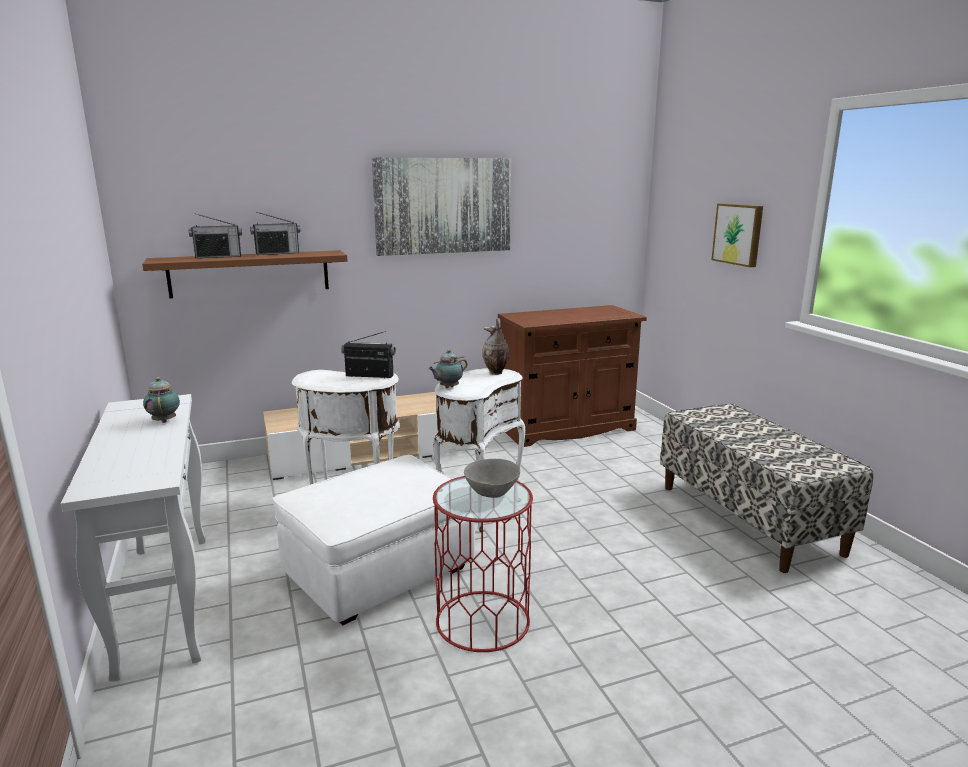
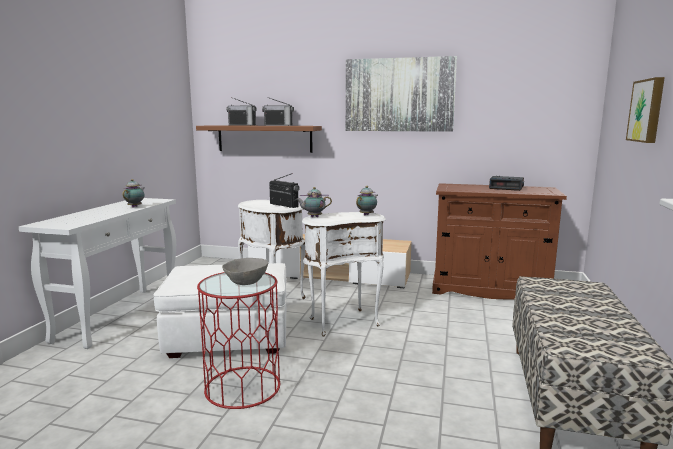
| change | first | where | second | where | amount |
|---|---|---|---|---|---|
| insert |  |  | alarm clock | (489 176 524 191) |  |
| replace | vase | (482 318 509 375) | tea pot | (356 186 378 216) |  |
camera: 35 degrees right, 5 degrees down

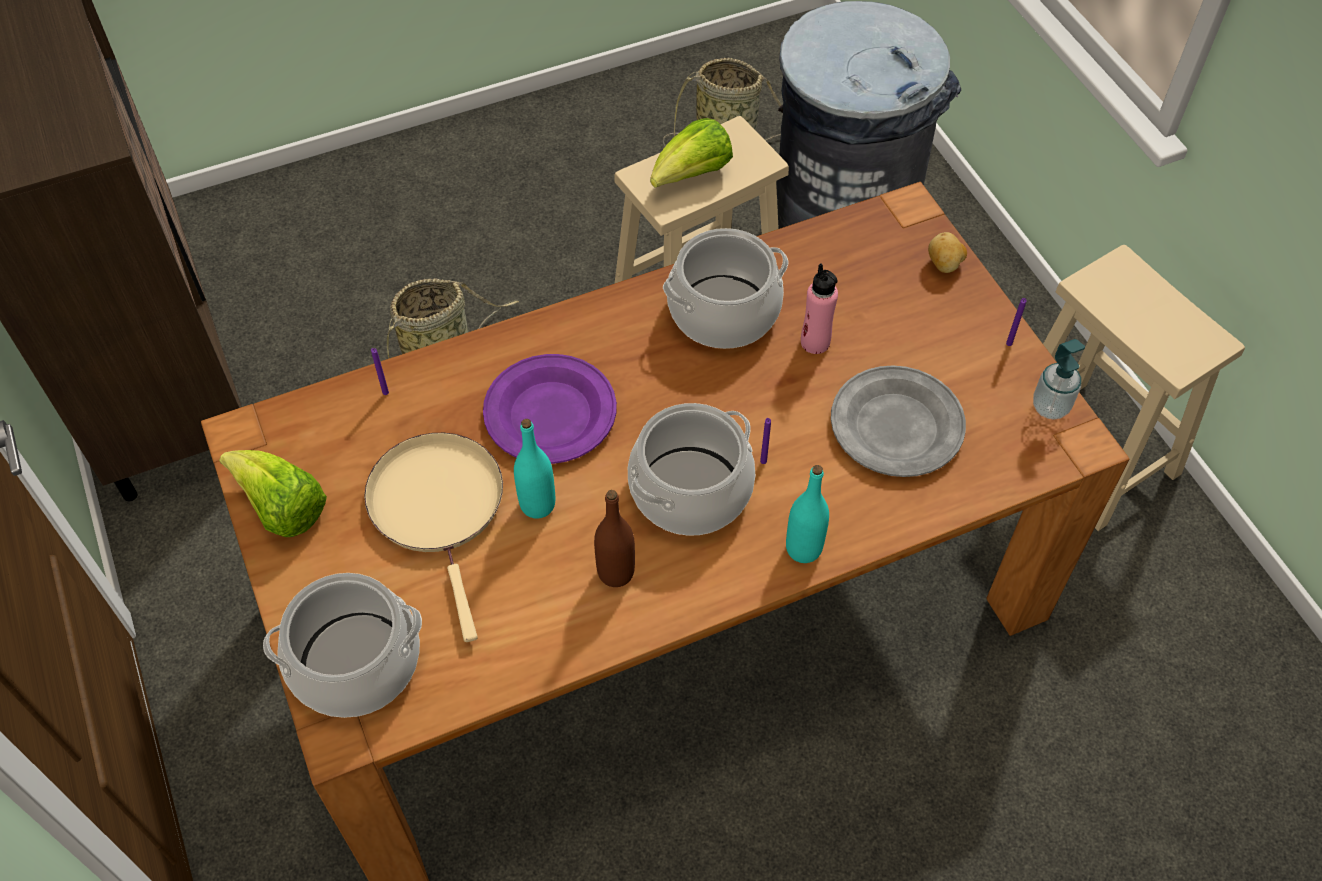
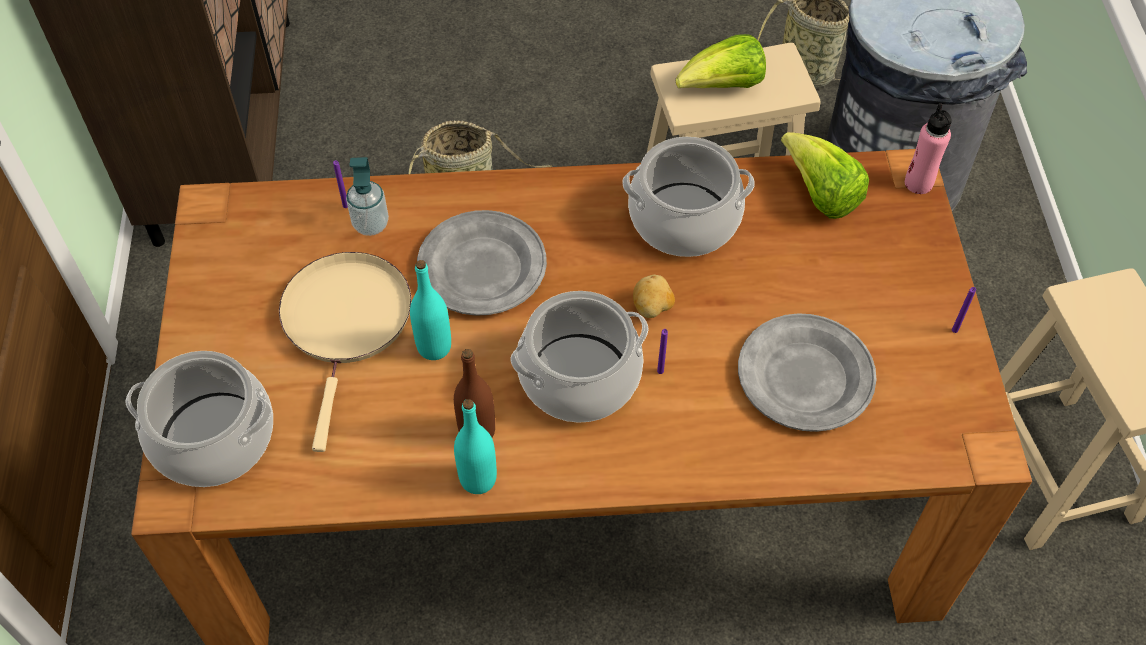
| change | first | where | second | where | amount |
|---|---|---|---|---|---|
| move | lettuce | (219 450 327 537) |  | (781 132 869 219) |  |
| move | blue-green beverage bottle | (786 465 829 563) |  | (454 399 497 494) |  |
| move | pinkish beverage bottle | (801 264 838 354) |  | (905 103 952 194) |  |
| move | spud | (928 232 967 273) |  | (633 275 675 318) |  |
| move | liquid soap bottle | (1033 339 1085 420) |  | (346 157 389 236) |  |
| recolor | purplish plate | (483 354 617 464) | grey plate | (417 210 547 316) |  |
camera: 20 degrees right, 0 degrees up

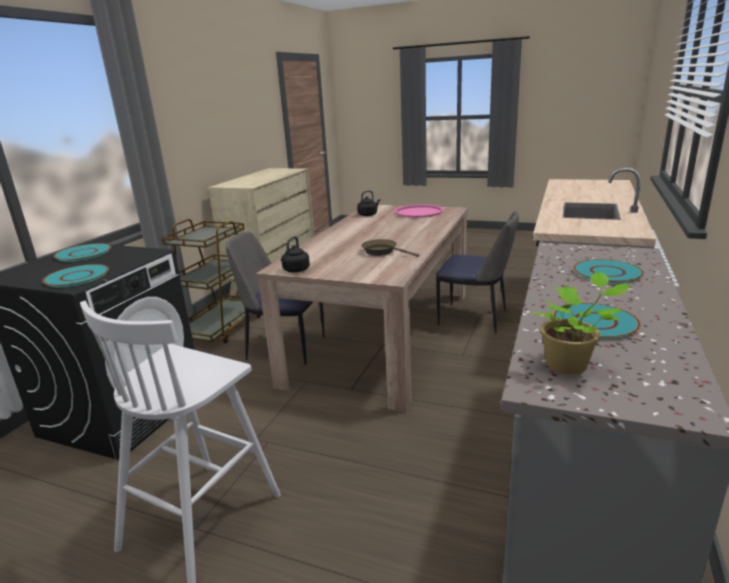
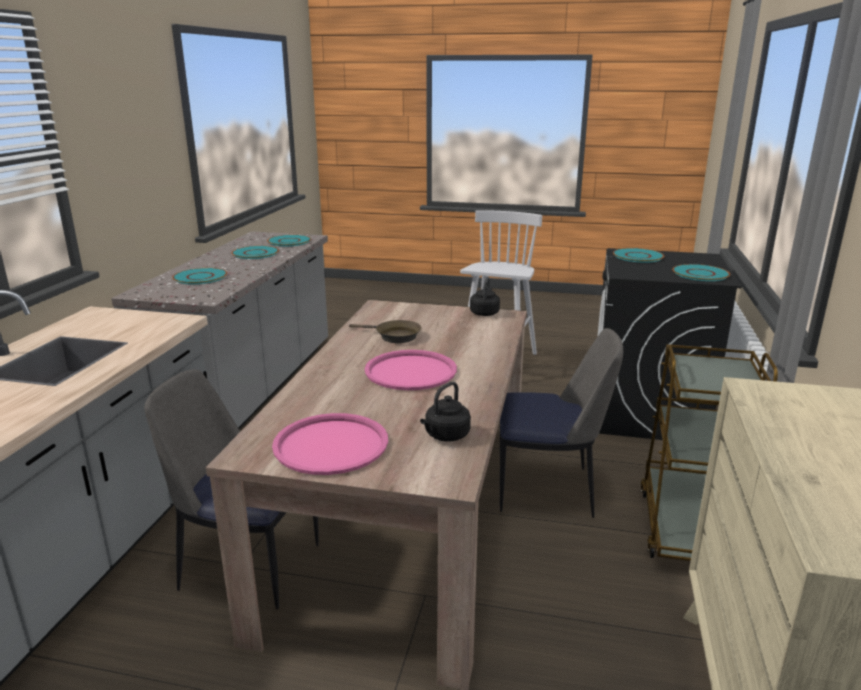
| change | first | where | second | where | amount |
|---|---|---|---|---|---|
| insert |  |  | pinkish serving tray | (365 350 457 390) |  |
| replace | potted plant | (532 271 632 375) | blue-green plate | (267 235 311 246) |  |
camera: 170 degrees right, 0 degrees up

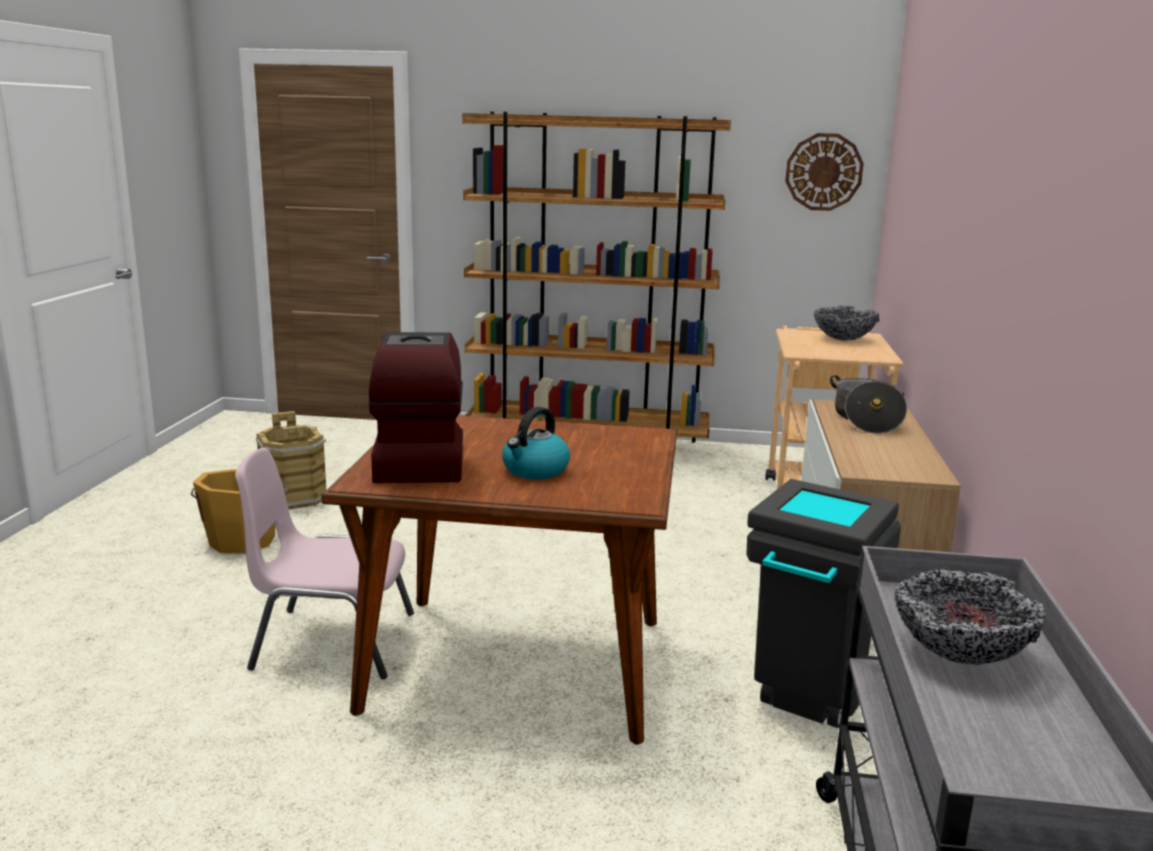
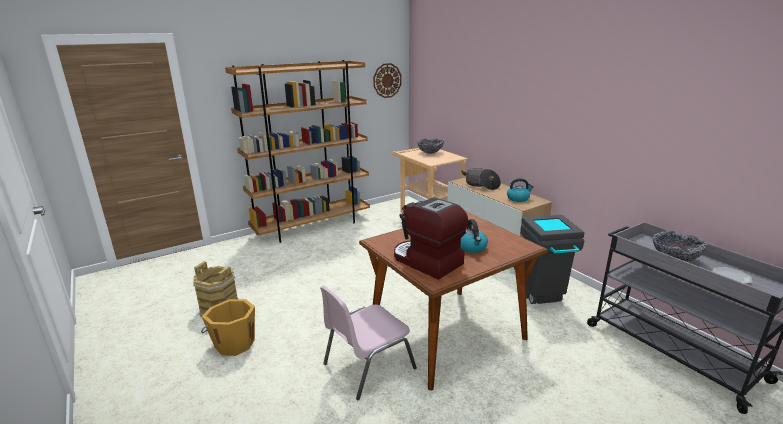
| change | first | where | second | where | amount |
|---|---|---|---|---|---|
| insert |  |  | water kettle | (507 178 534 202) |  |
| insert |  |  | plate | (713 267 752 284) |  |
camera: 40 degrees left, 5 degrees up

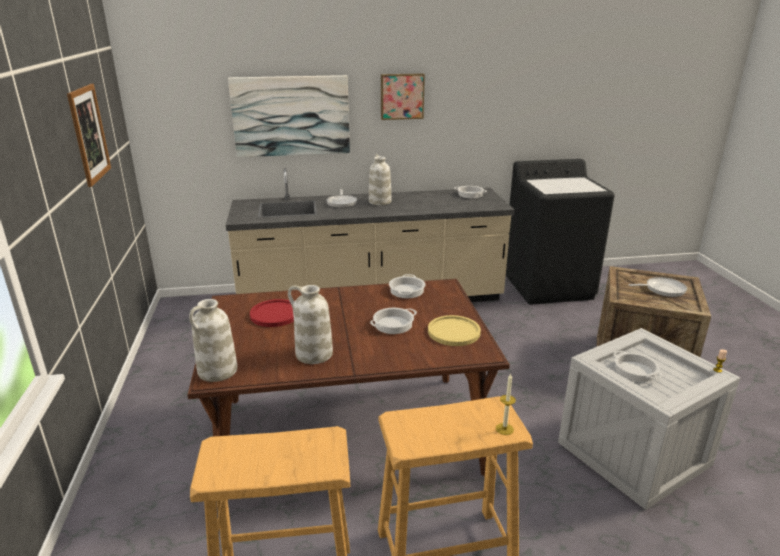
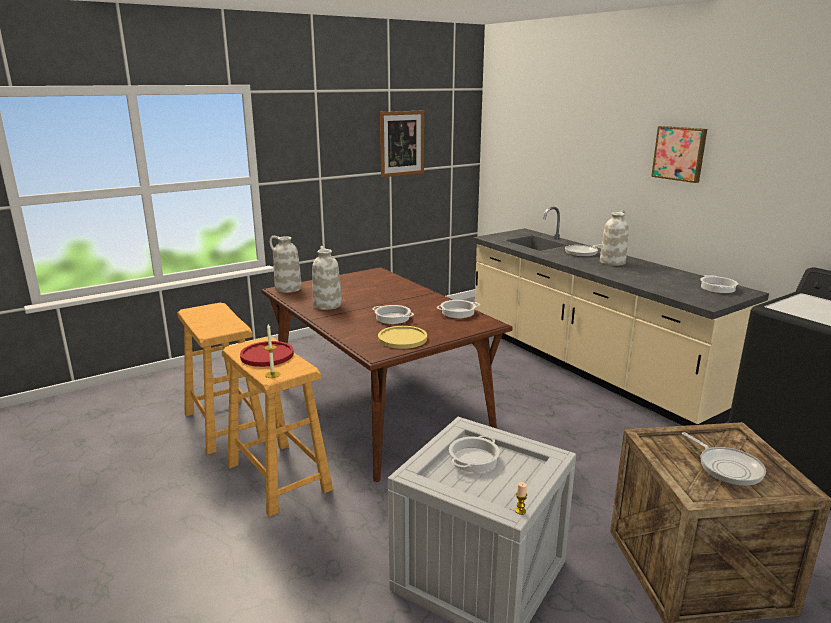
| change | first | where | second | where | amount |
|---|---|---|---|---|---|
| delete | wall art | (228 75 350 157) |  |  |  |
| move | reddish plate | (250 299 294 327) |  | (240 341 294 367) |  |
camera: 65 degrees right, 5 degrees down

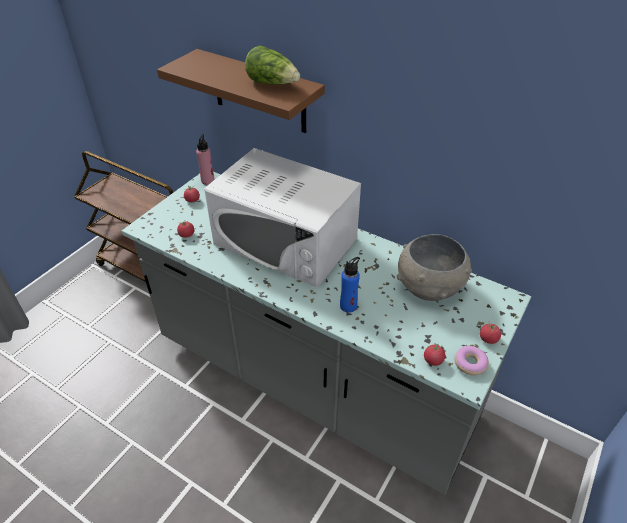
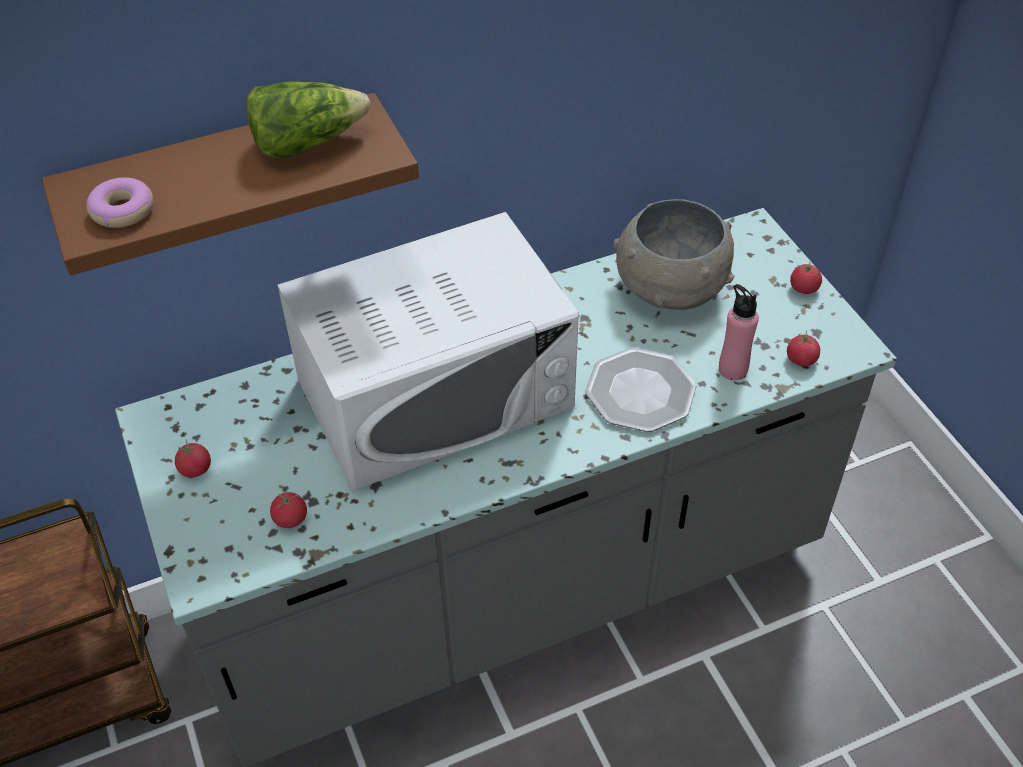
| change | first | where | second | where | amount |
|---|---|---|---|---|---|
| move | pinkish beverage bottle | (196 134 215 185) |  | (719 284 759 380) |  |
| move | ring doughnut | (455 346 489 376) |  | (87 177 153 228) |  |
| replace | bluish beverage bottle | (340 257 360 313) | plate | (585 348 696 432) |  |
camera: 55 degrees left, 5 degrees up

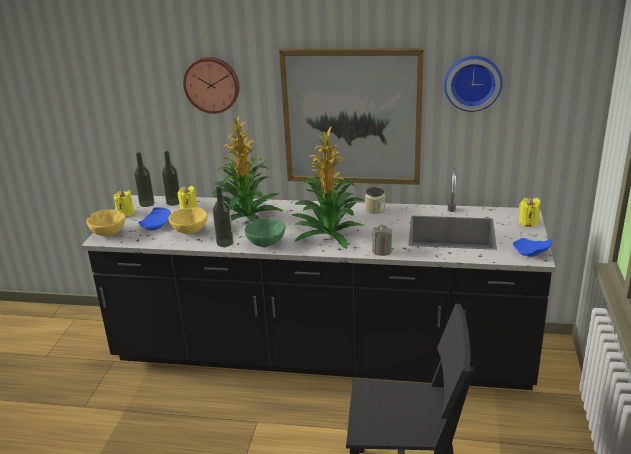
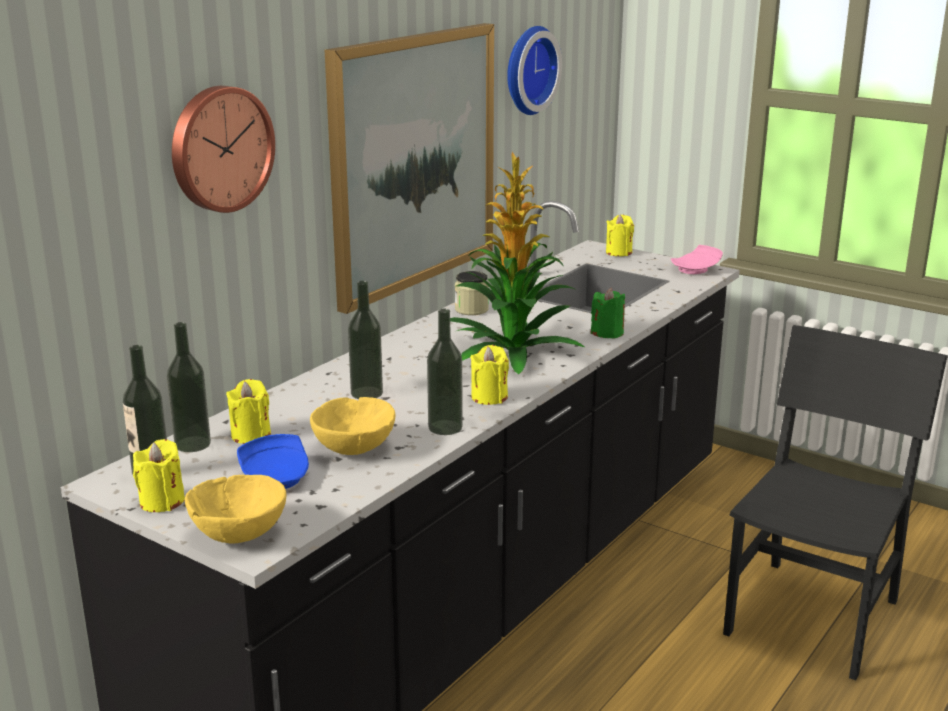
| change | first | where | second | where | amount |
|---|---|---|---|---|---|
| replace | potted plant | (212 115 283 222) | beverage bottle | (348 281 383 399) |  |
| replace | green deep dish | (244 219 285 247) | yellowish candle | (470 345 509 405) |  |
| recolor | grey candle | (372 225 392 256) | green candle | (591 288 625 339) |  |
| recolor | bluish plate | (513 238 552 257) | pinkish plate | (671 245 723 274) |  |
camera: 65 degrees left, 5 degrees down

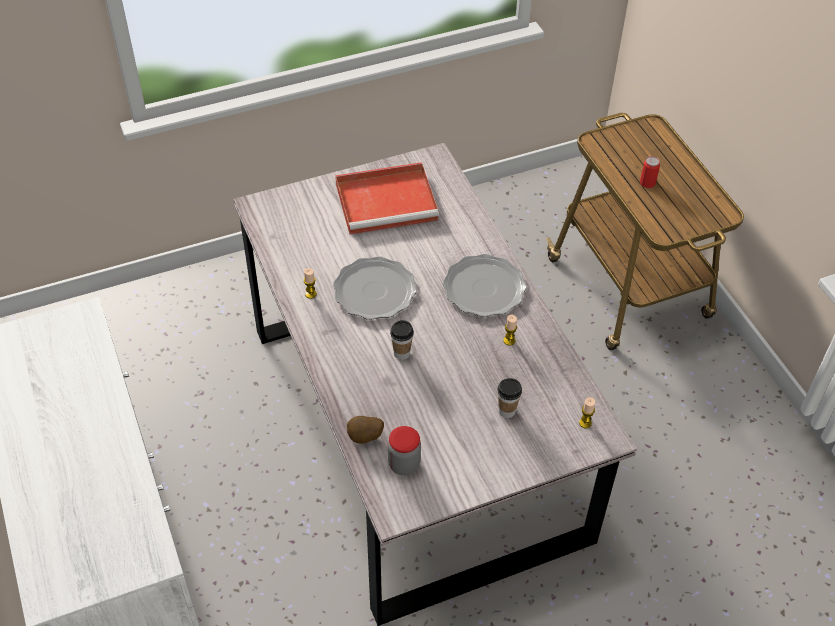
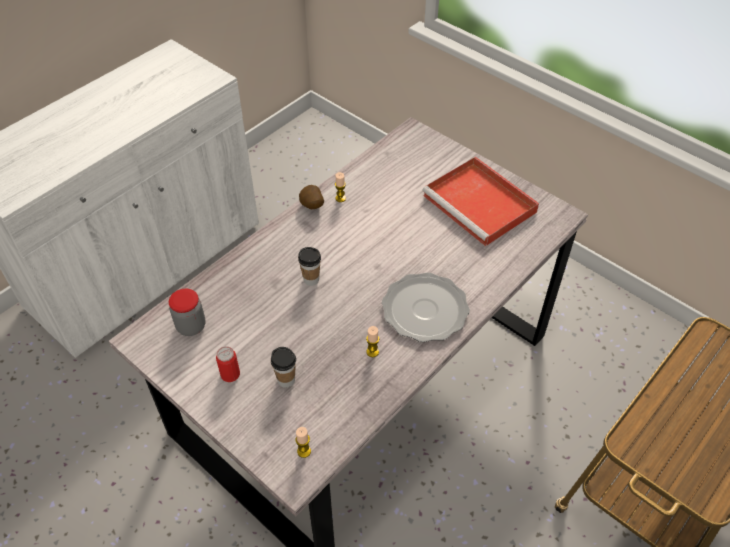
| change | first | where | second | where | amount |
|---|---|---|---|---|---|
| delete | plate | (333 256 417 320) |  |  |  |
| move | spud | (347 416 384 444) |  | (299 185 324 209) |  |
| move | can | (640 156 660 188) |  | (216 346 240 382) |  |
camera: 65 degrees right, 0 degrees up

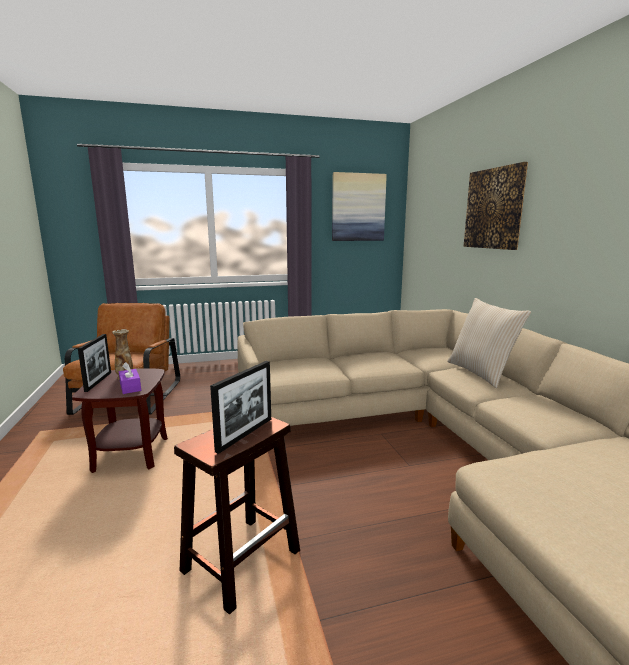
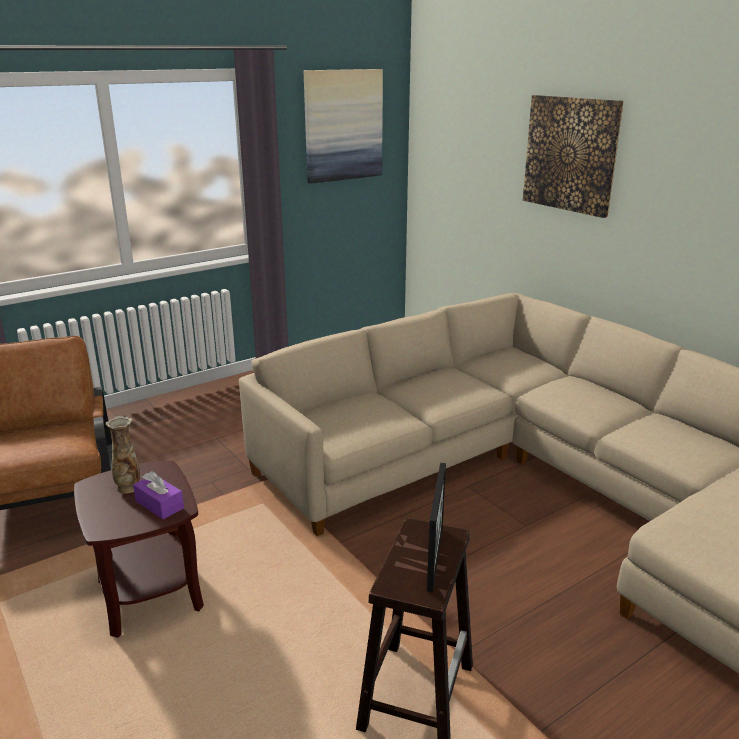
| change | first | where | second | where | amount |
|---|---|---|---|---|---|
| delete | picture frame | (78 334 111 392) |  |  |  |
| delete | beige cushion | (447 298 531 388) |  |  |  |
camera: 20 degrees left, 10 degrees up

